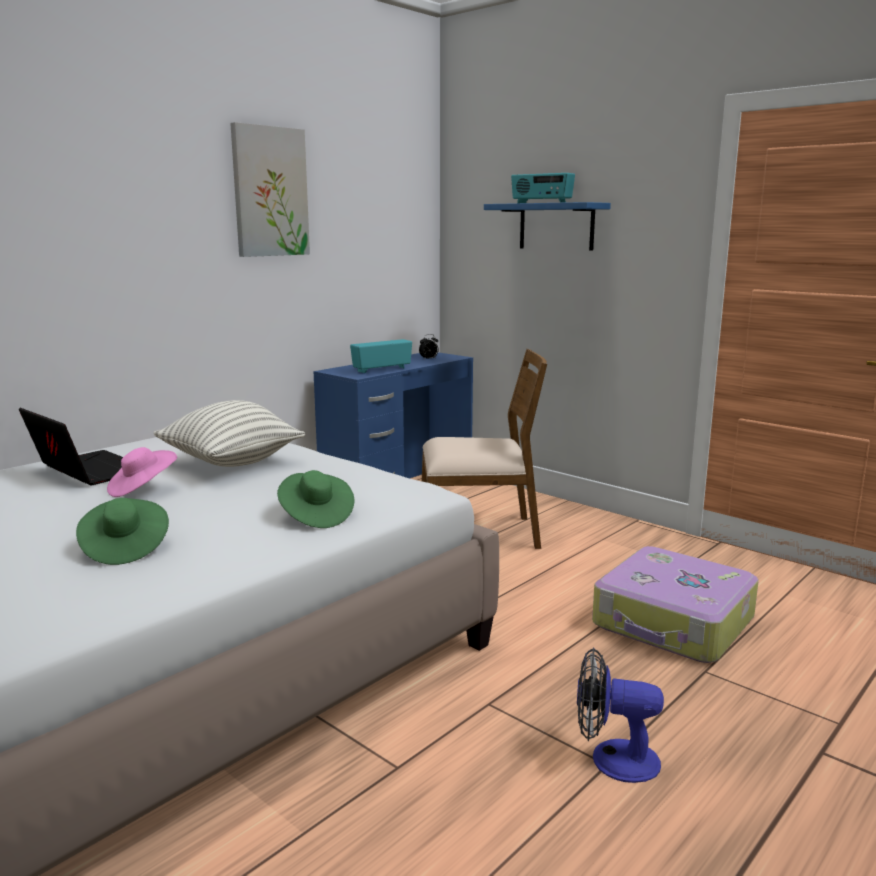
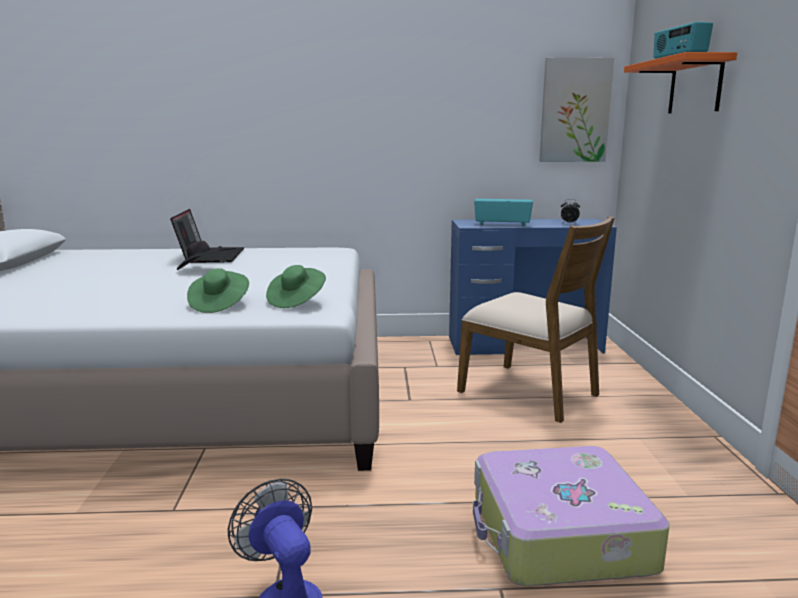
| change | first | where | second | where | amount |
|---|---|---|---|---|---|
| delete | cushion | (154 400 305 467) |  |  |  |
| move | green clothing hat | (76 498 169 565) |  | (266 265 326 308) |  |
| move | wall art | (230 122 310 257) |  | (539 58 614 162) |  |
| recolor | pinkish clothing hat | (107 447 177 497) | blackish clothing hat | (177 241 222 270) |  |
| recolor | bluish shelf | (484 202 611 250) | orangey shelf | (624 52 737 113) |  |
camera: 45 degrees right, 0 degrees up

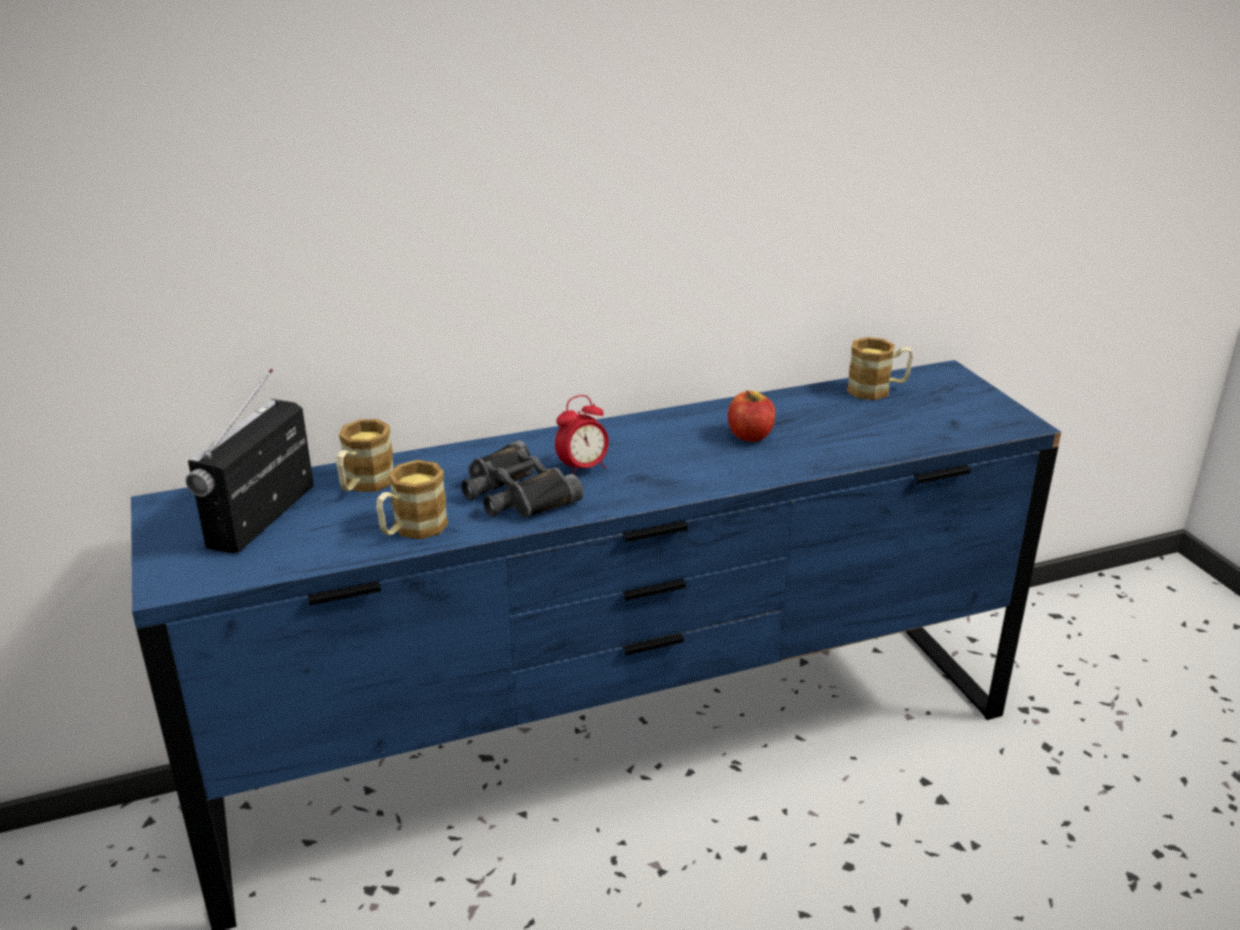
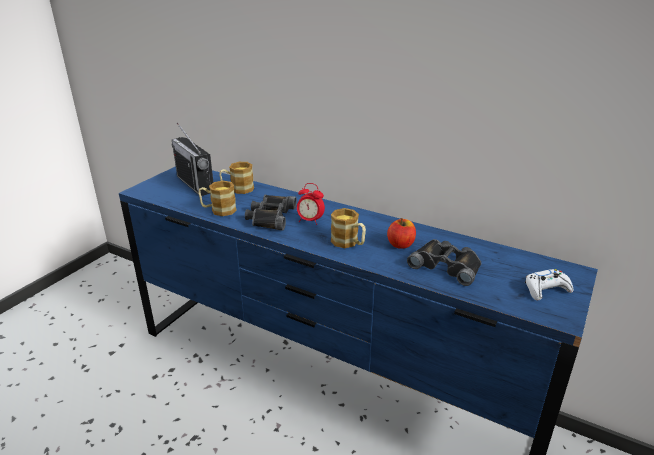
| change | first | where | second | where | amount |
|---|---|---|---|---|---|
| insert |  |  | blackish pair of binoculars | (407 239 481 286) |  |
| insert |  |  | whitish gamepad | (525 269 573 300) |  |
| move | tea mug | (847 337 913 400) |  | (331 208 366 248) |  |
| rotate | radio set | (186 369 314 553) |  | (172 123 214 196) | 105 degrees counterclockwise |
camera: 50 degrees right, 0 degrees up

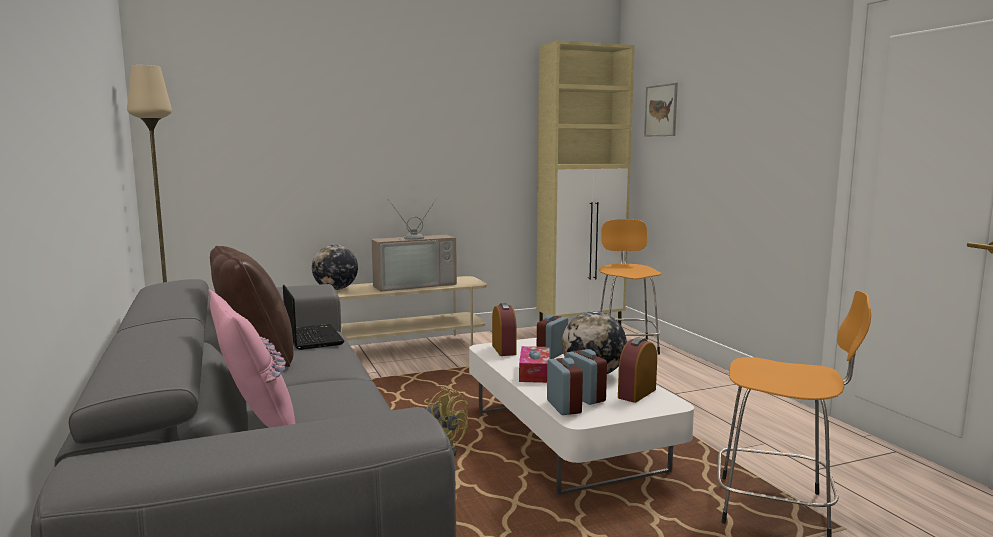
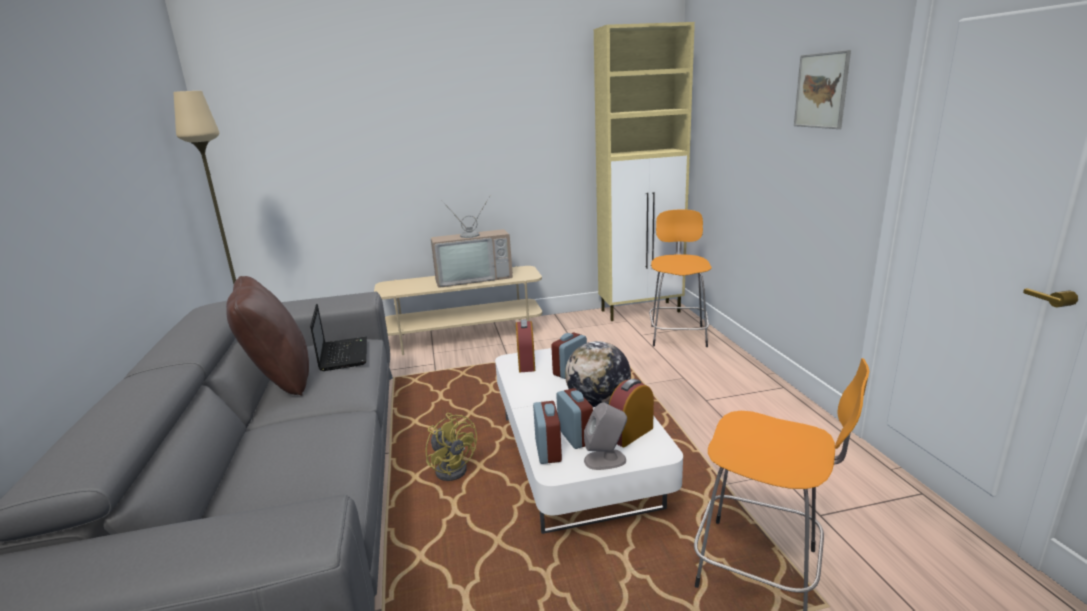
| change | first | where | second | where | amount |
|---|---|---|---|---|---|
| delete | pinkish cushion | (209 290 295 428) |  |  |  |
| delete | desk globe | (312 245 358 290) |  |  |  |
| delete | box of tissues | (519 346 550 383) |  |  |  |
| insert |  |  | grey speaker | (584 402 627 470) |  |
| move | wall art | (644 83 678 136) |  | (794 50 851 129) |  |
camera: 10 degrees right, 10 degrees up

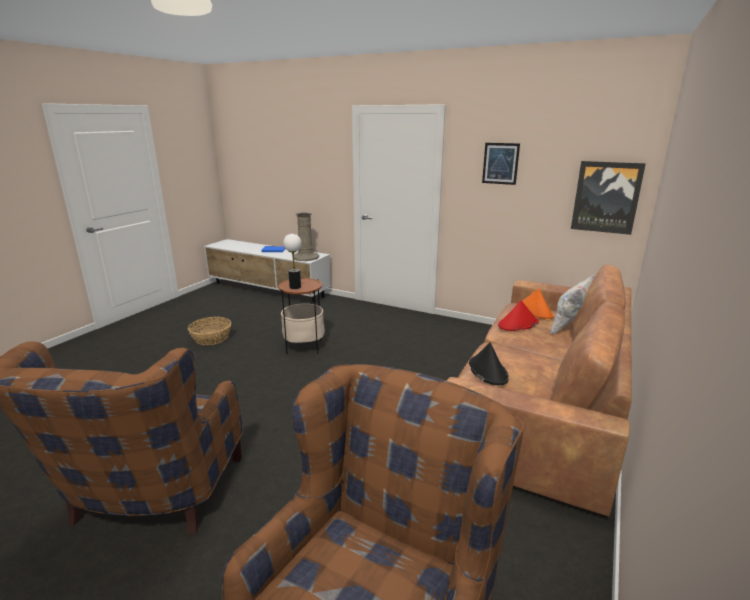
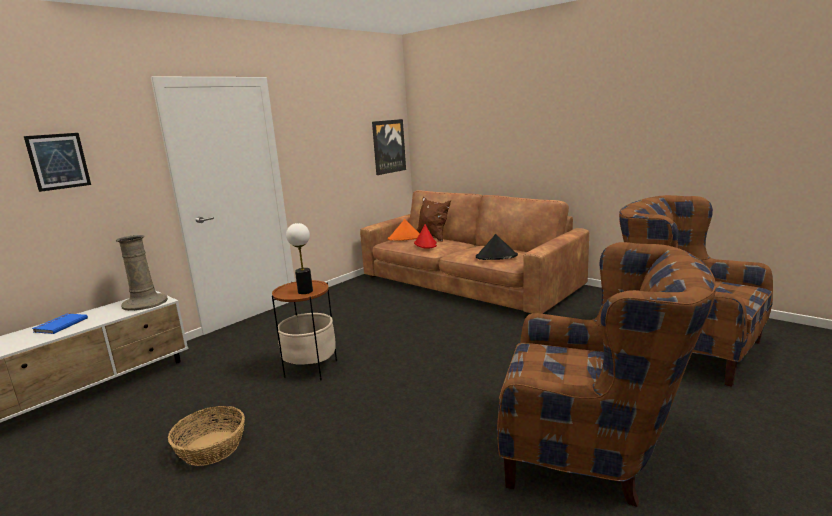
| change | first | where | second | where | amount |
|---|---|---|---|---|---|
| move | wall art | (482 143 520 185) |  | (24 133 91 192) |  |
| recolor | whitish cushion | (550 275 594 335) | brown cushion | (417 197 451 242) |  |
camera: 75 degrees left, 5 degrees down

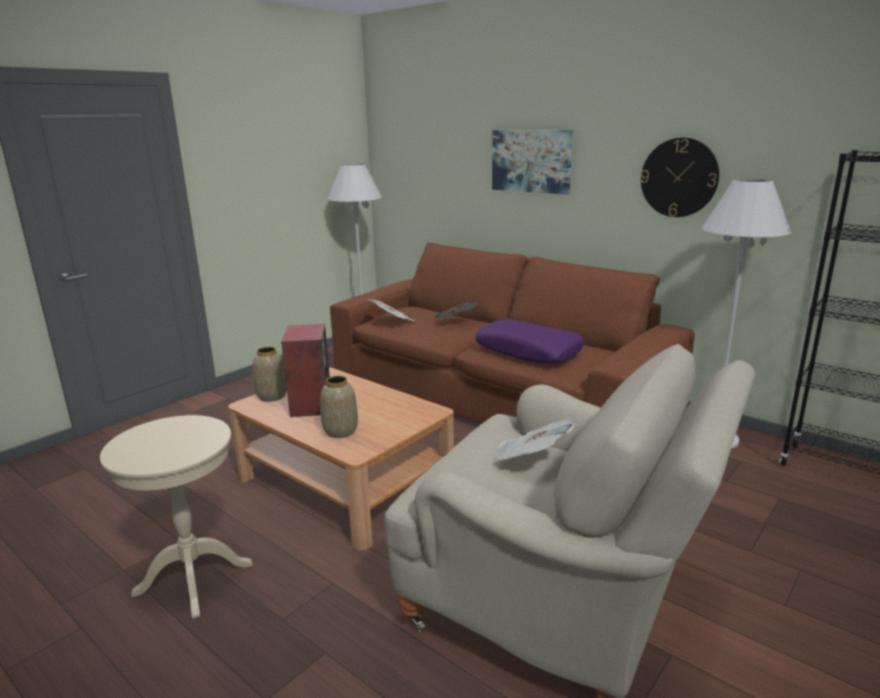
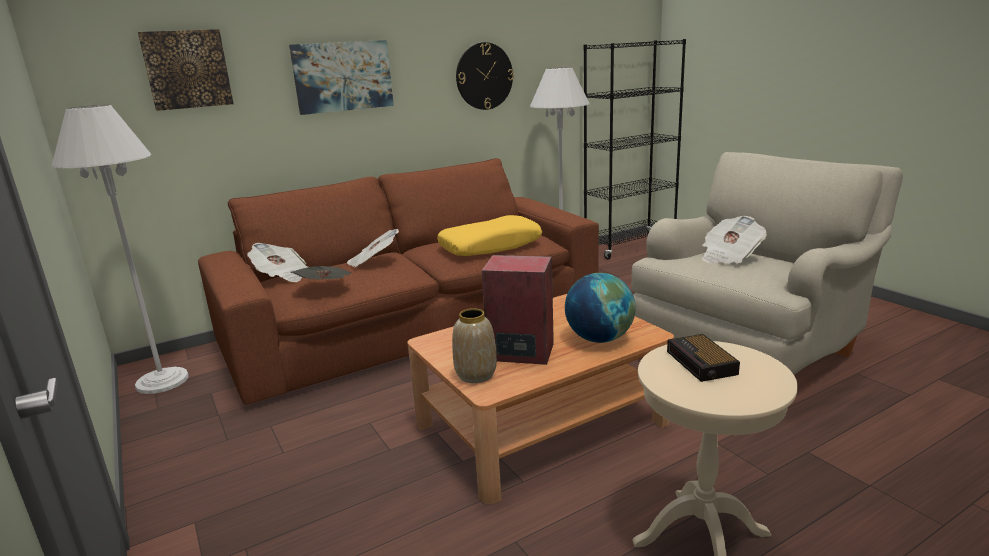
| change | first | where | second | where | amount |
|---|---|---|---|---|---|
| insert |  |  | wall art | (138 29 234 111) |  |
| insert |  |  | daily paper | (248 243 308 282) |  |
| insert |  |  | alarm clock | (667 334 740 382) |  |
| replace | vase | (320 376 358 438) | desk globe | (565 273 636 343) |  |
| recolor | purplish cushion | (475 319 584 364) | yellowish cushion | (437 215 542 256) |  |
camera: 70 degrees left, 0 degrees up

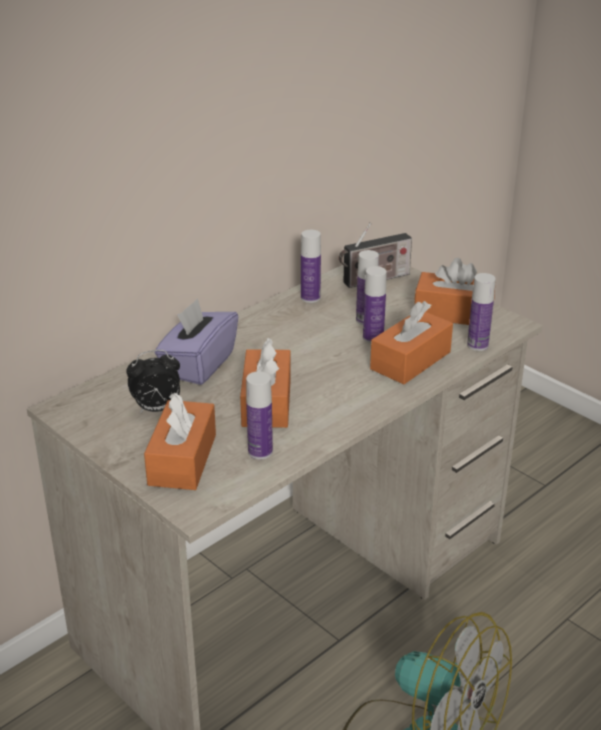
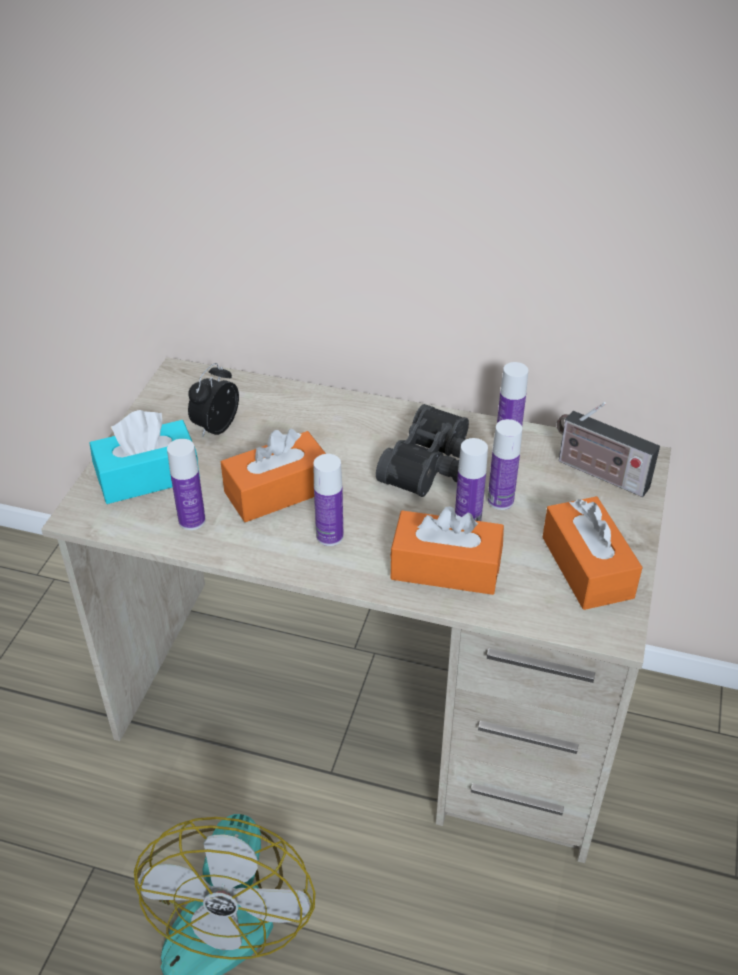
| change | first | where | second | where | amount |
|---|---|---|---|---|---|
| delete | purplish box of tissues | (155 298 238 385) |  |  |  |
| insert |  |  | blackish pair of binoculars | (376 404 469 497) |  |
| move | beverage bottle | (467 273 496 351) |  | (313 454 343 546) |  |
| recolor | orangey box of tissues | (144 393 216 490) | blue-green box of tissues | (89 410 200 504) |  |
| rotate | alarm clock | (126 350 180 414) |  | (188 363 239 438) | 75 degrees clockwise |
camera: 60 degrees right, 10 degrees up

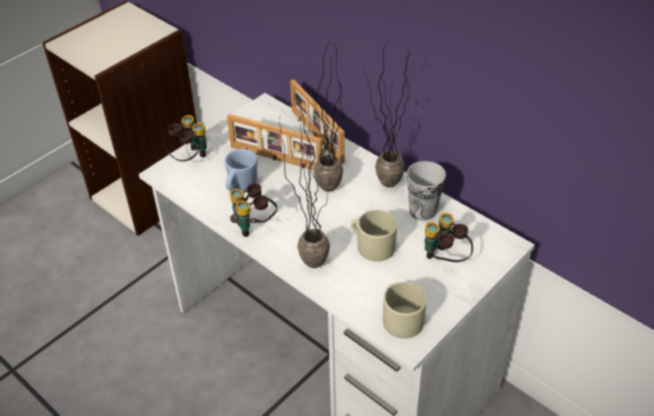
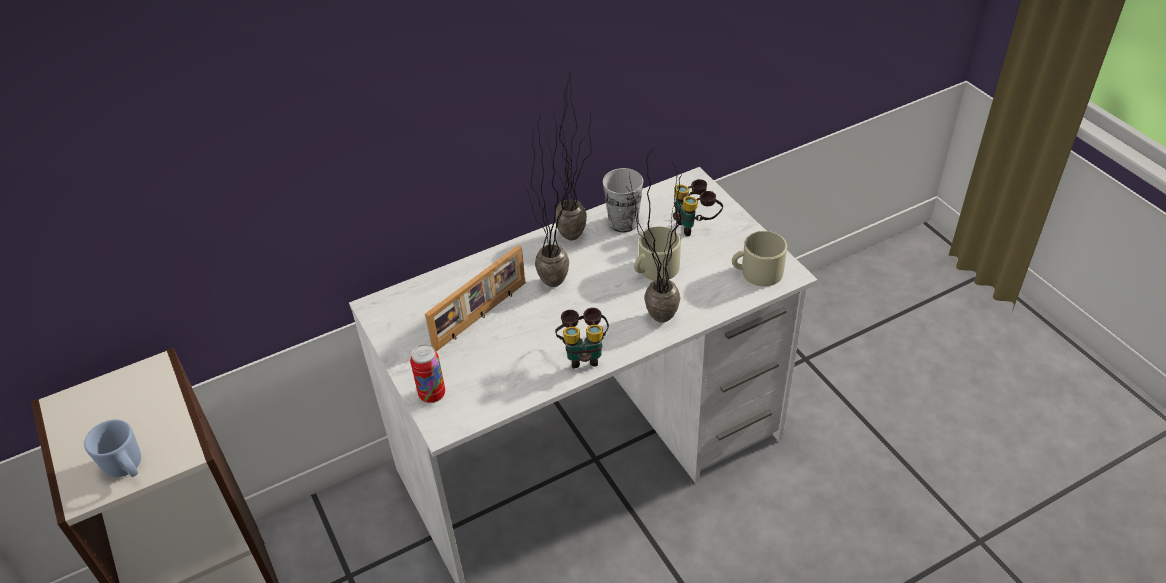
| change | first | where | second | where | amount |
|---|---|---|---|---|---|
| delete | picture frame | (290 79 345 164) |  |  |  |
| move | bluish tea mug | (225 149 257 191) |  | (84 419 141 477) |  |
| replace | pair of binoculars | (164 115 207 161) | can | (410 344 445 403) |  |
camera: 70 degrees left, 0 degrees up

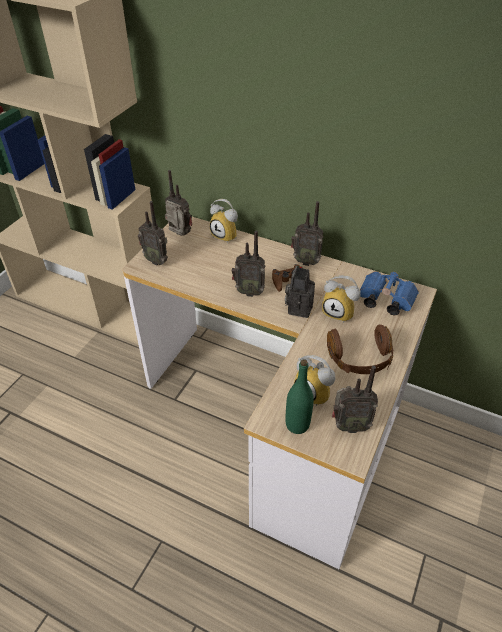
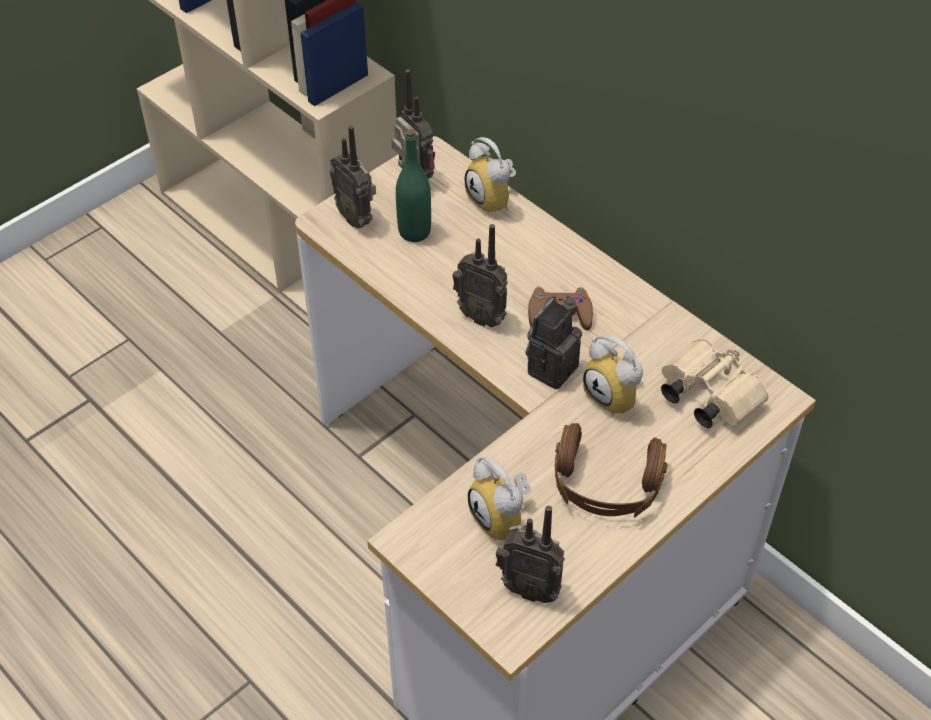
| change | first | where | second | where | amount |
|---|---|---|---|---|---|
| delete | radio set | (291 201 324 266) |  |  |  |
| move | green beverage bottle | (286 359 314 434) |  | (396 129 431 242) |  |
| recolor | bluish pair of binoculars | (360 271 419 315) | beige pair of binoculars | (661 339 768 428) |  |
camera: 20 degrees right, 5 degrees up

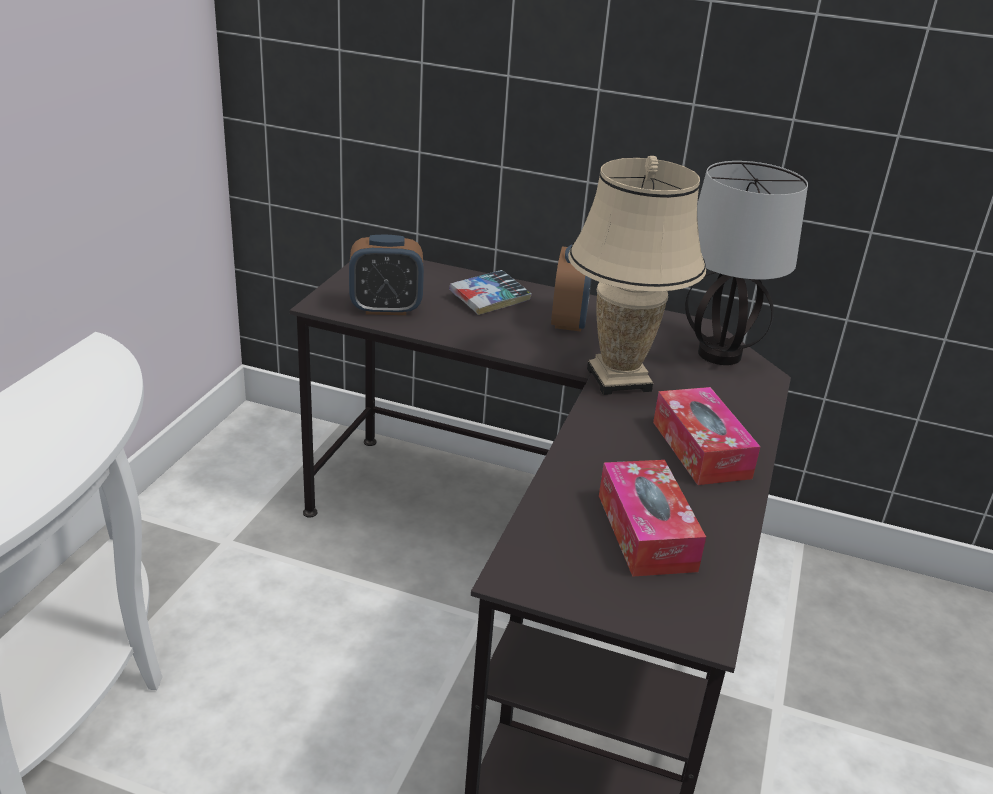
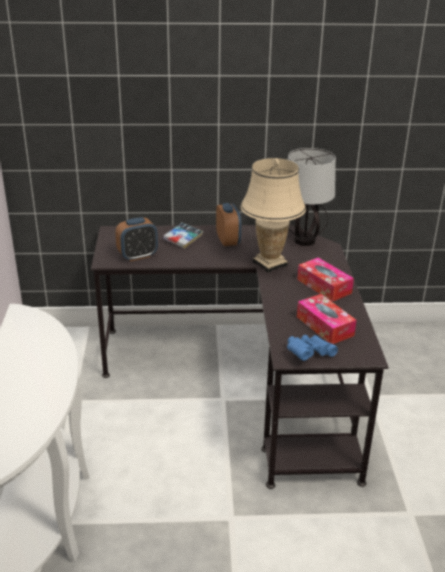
| change | first | where | second | where | amount |
|---|---|---|---|---|---|
| insert |  |  | bluish pair of binoculars | (287 335 338 361) |  |
camera: 20 degrees left, 0 degrees up

